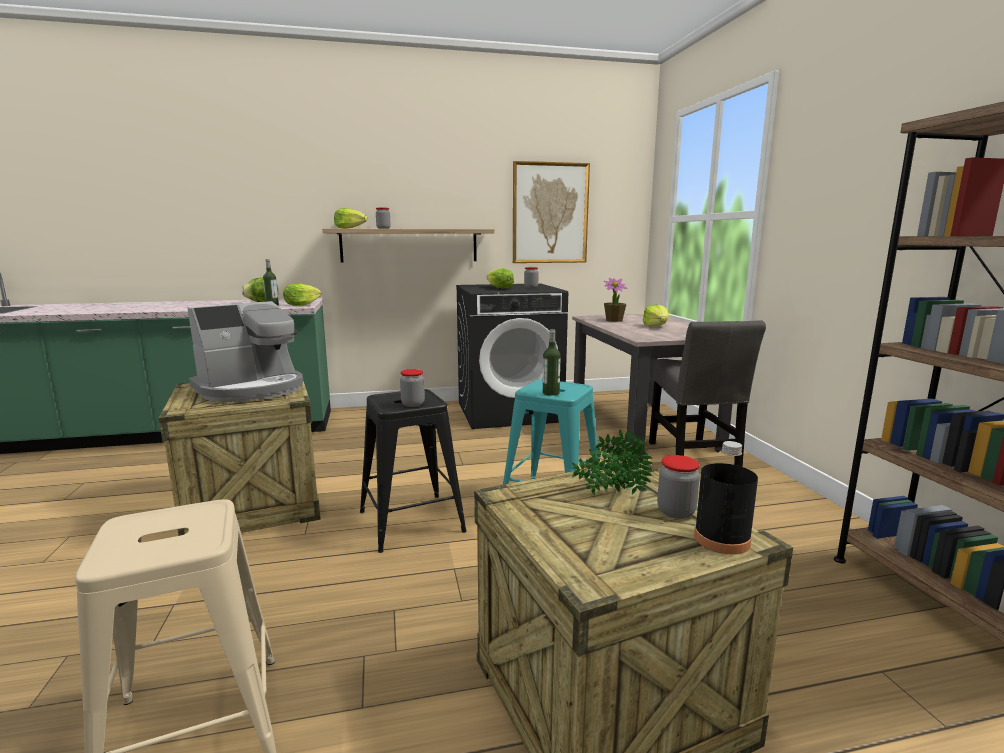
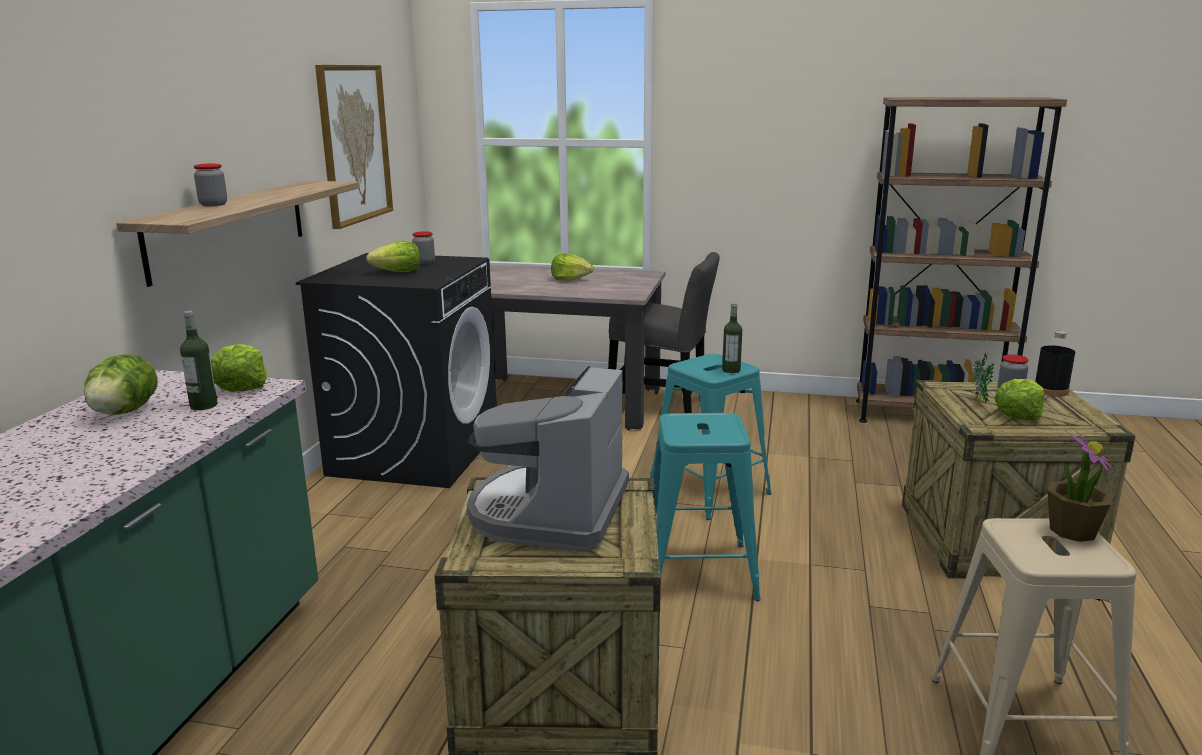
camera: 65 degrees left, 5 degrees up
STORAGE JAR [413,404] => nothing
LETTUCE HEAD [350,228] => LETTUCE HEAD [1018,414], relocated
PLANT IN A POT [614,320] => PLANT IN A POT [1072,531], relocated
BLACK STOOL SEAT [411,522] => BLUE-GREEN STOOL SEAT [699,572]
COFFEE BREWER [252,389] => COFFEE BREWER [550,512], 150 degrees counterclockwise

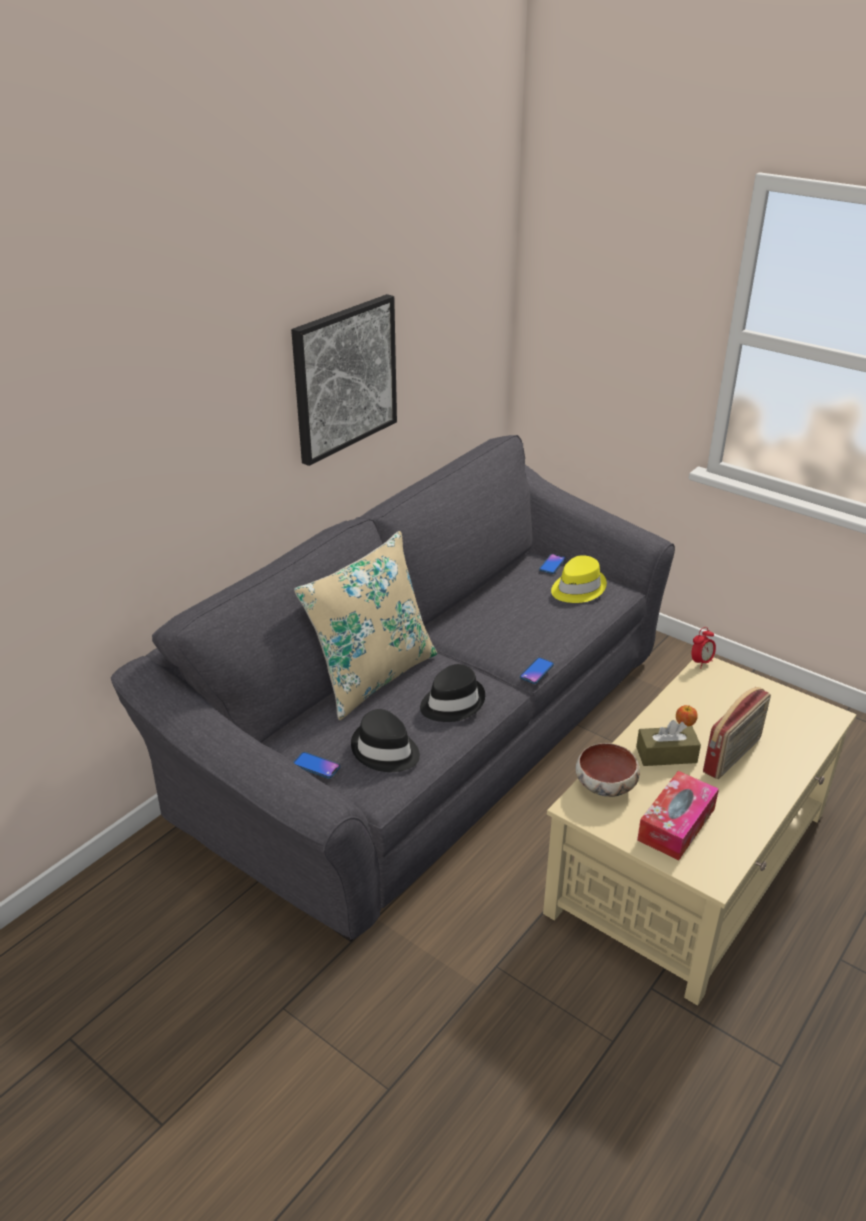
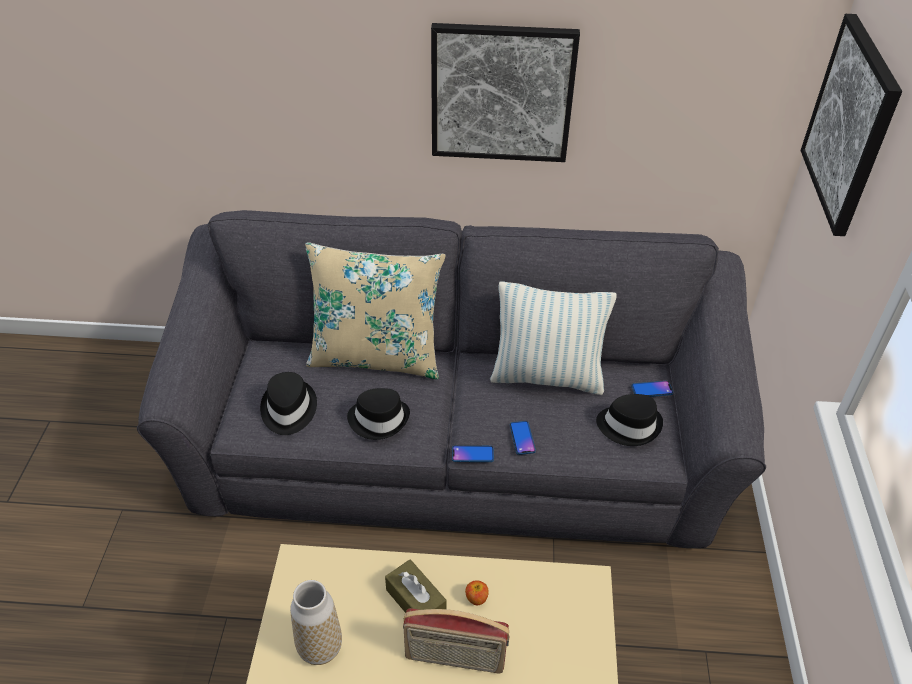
camera: 55 degrees right, 10 degrees up
DEEP DISH [605,786] => nothing
ALARM CLOCK [701,662] => nothing
nothing => CUSHION [547,377]
nothing => PICTURE [850,124]
PHONE [316,766] => PHONE [522,438], relocated
TISSUE HOLDER [676,824] => FLOWER VASE [320,648]
YELLOW-COLOURED HAT [577,588] => BLACK HAT [629,425]

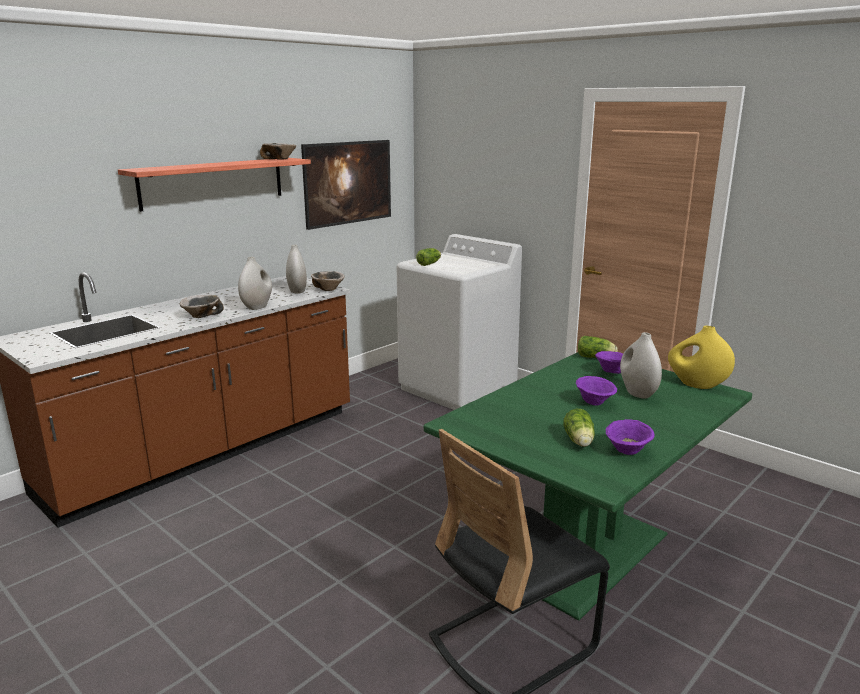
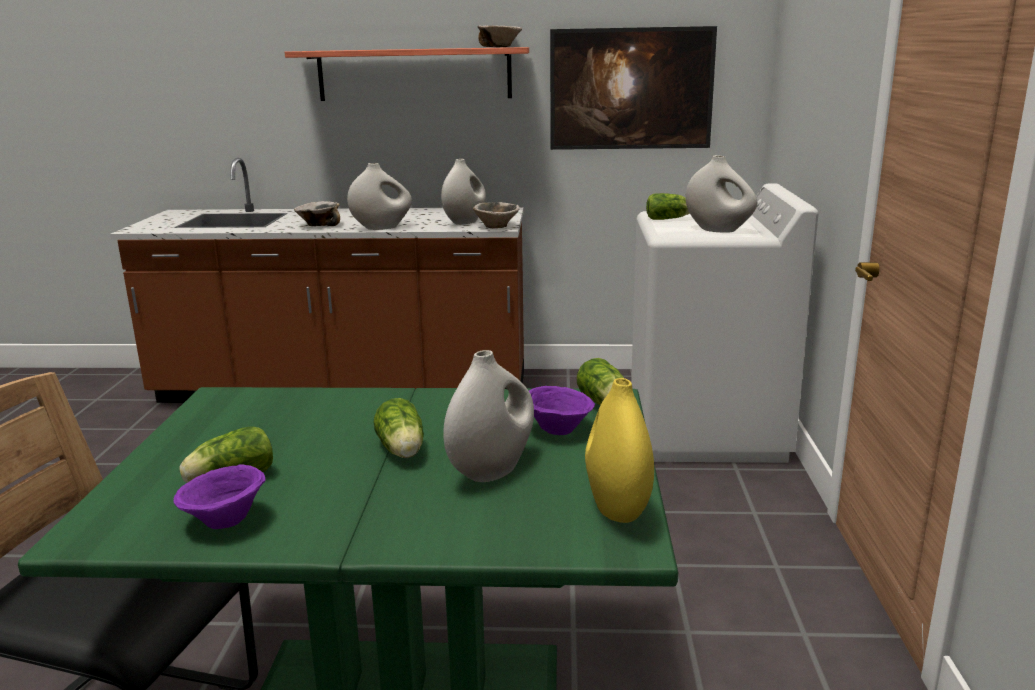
camera: 50 degrees right, 0 degrees up
nothing => WHITE FLOWER VASE [718,230]
PURPLISH DEEP DISH [594,402] => LETTUCE HEAD [402,451]

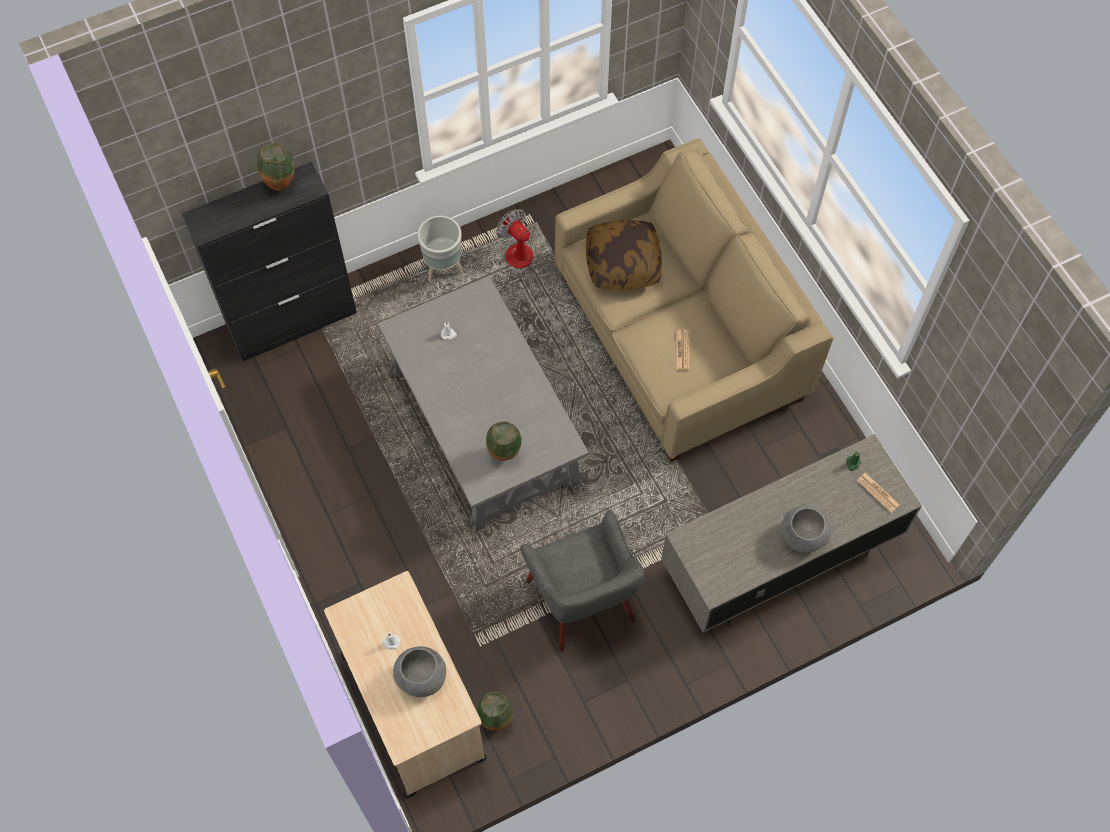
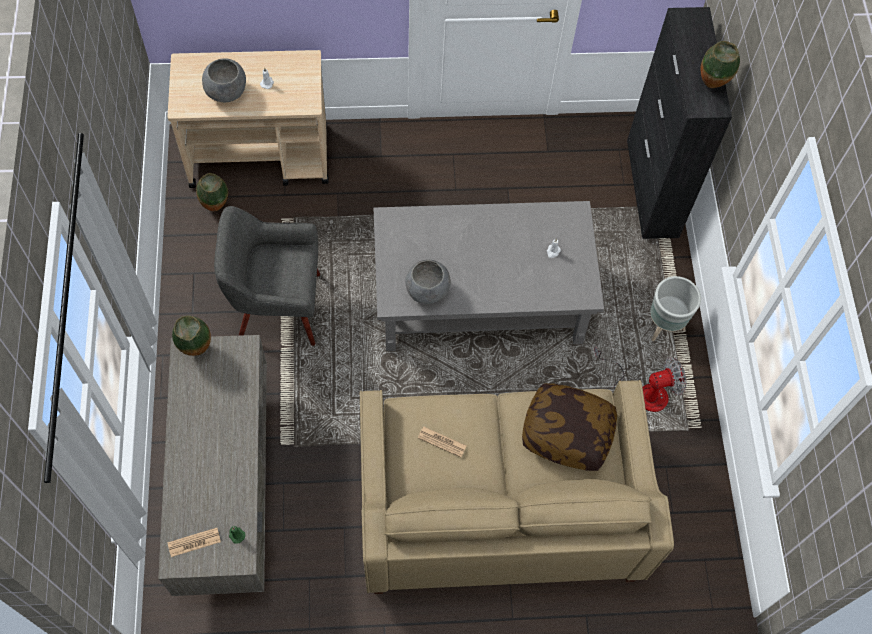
camera: 110 degrees right, 0 degrees up
FLOWER VASE [504,454] => FLOWER VASE [197,350], relocated
GREY DEEP DISH [802,536] => GREY DEEP DISH [427,291], relocated

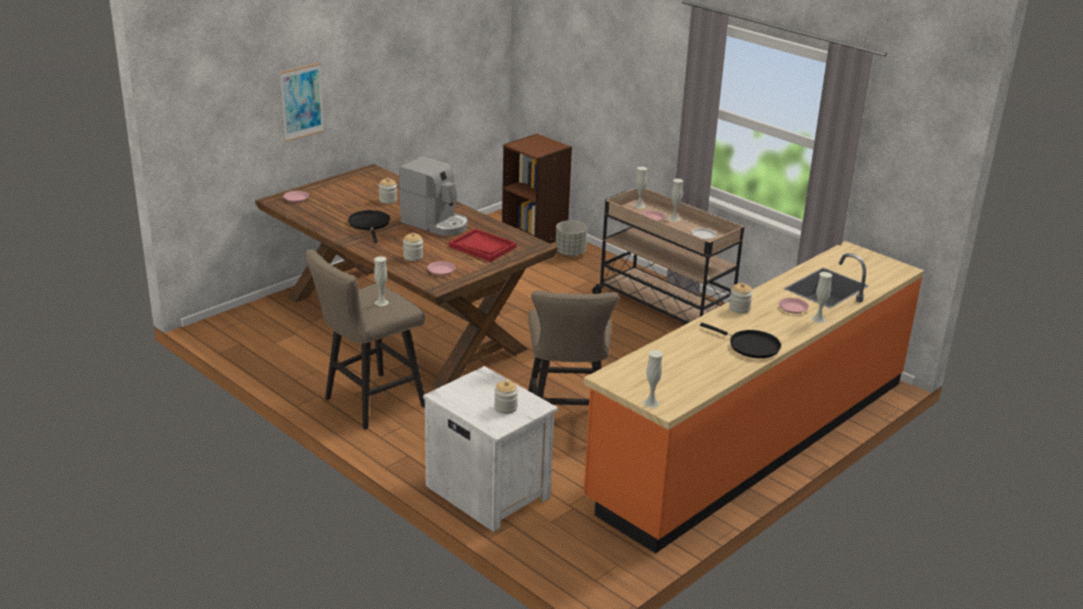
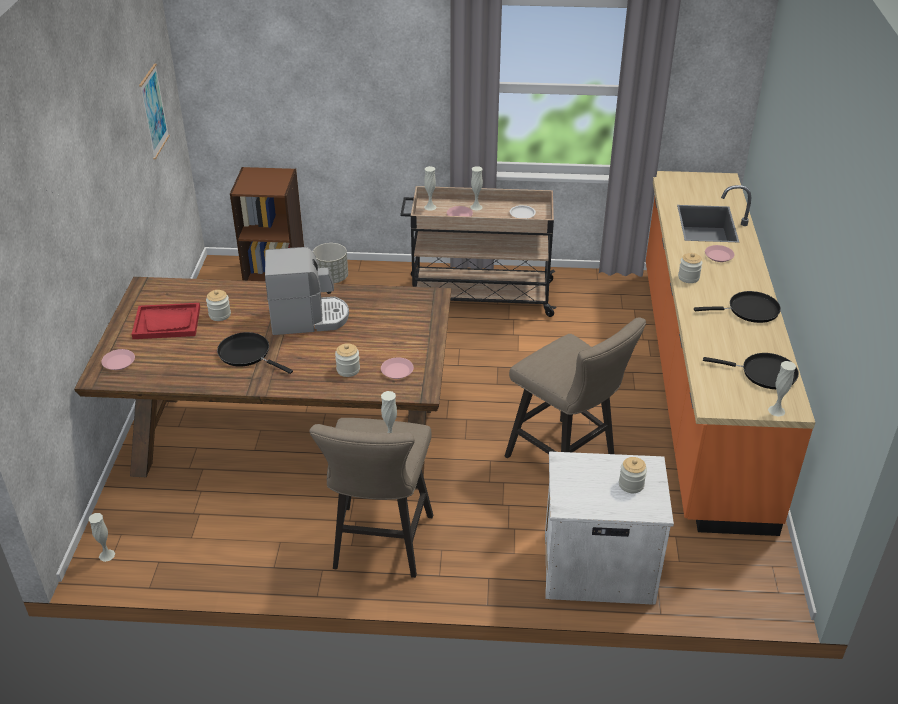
camera: 40 degrees left, 10 degrees up
nothing => BLACK SKILLET [764,373]
PICTURE [301,102] => PICTURE [153,111], relocated
REDDISH SERVING TRAY [483,247] => REDDISH SERVING TRAY [167,323], relocated
WHITE FLOWER VASE [818,319] => WHITE FLOWER VASE [107,555], relocated

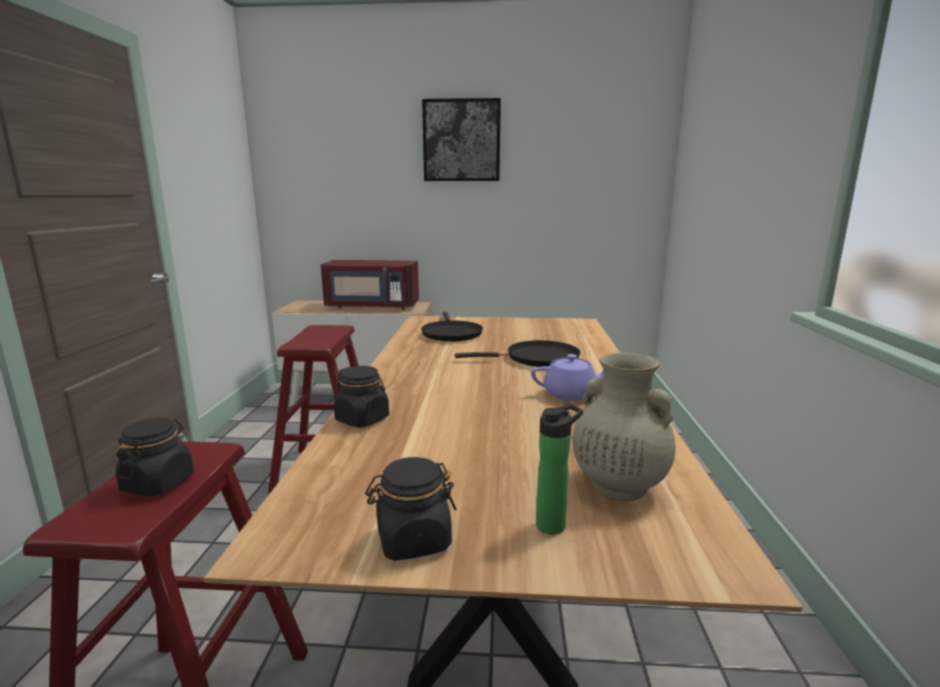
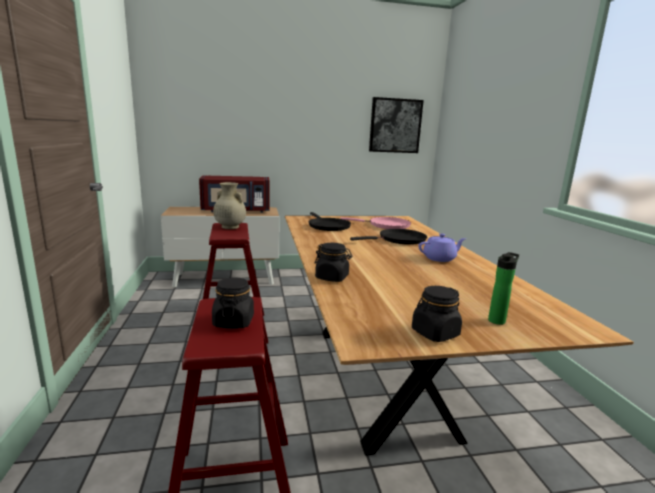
camera: 15 degrees left, 0 degrees up
nothing => PINK SKILLET [386,225]
PICTURE [461,141] => PICTURE [395,126], relocated
BEIGE-COLOURED FLOWER VASE [617,486] => BEIGE-COLOURED FLOWER VASE [229,227], relocated

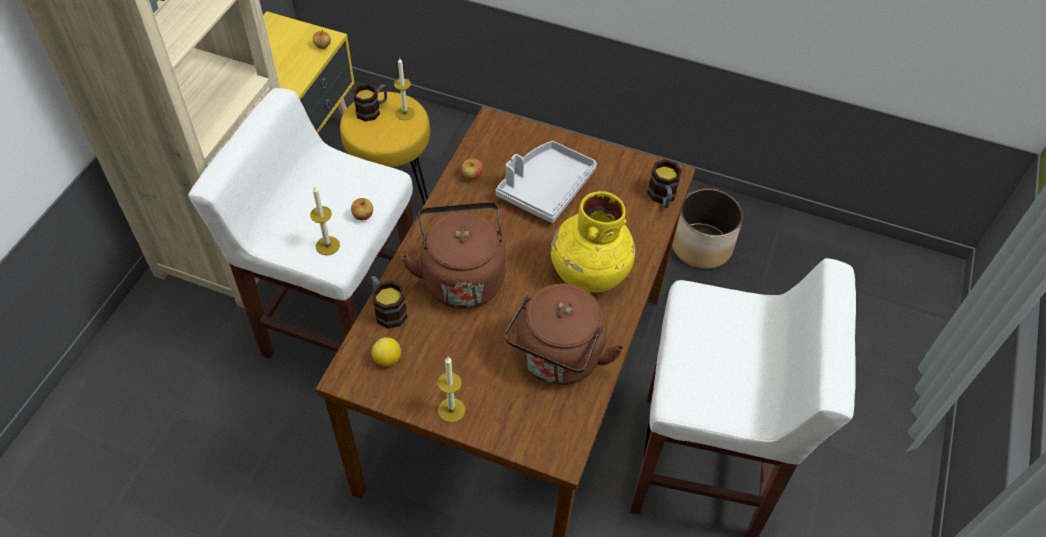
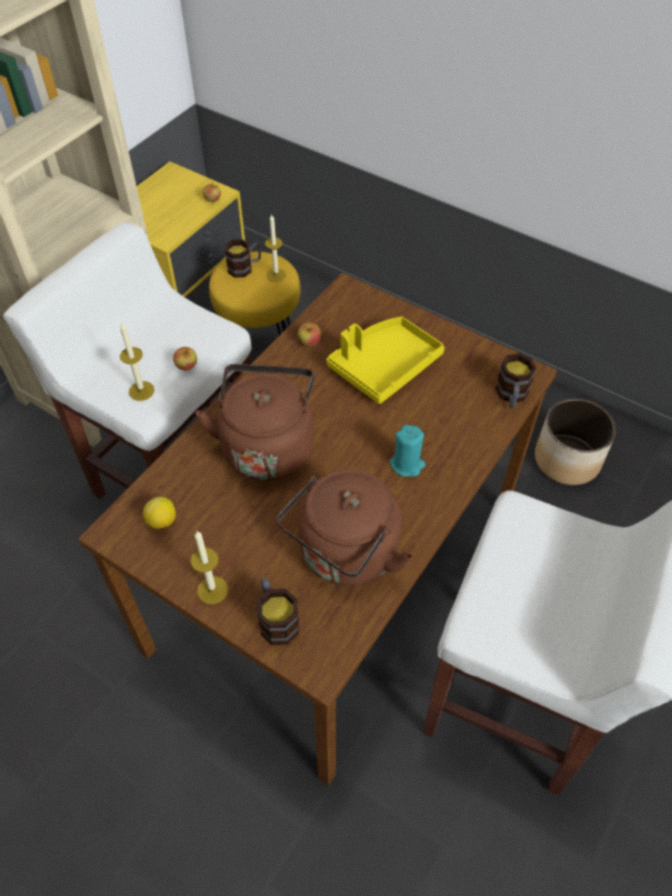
camera: 15 degrees right, 0 degrees up
COFFEE MUG [387,310] => COFFEE MUG [276,619], relocated
YELLOW-COLOURED FLOWER VASE [589,272] => BLUE-GREEN WAX LIGHT [407,464]
GREY SERVING TRAY [545,188] => YELLOW-COLOURED SERVING TRAY [384,366]

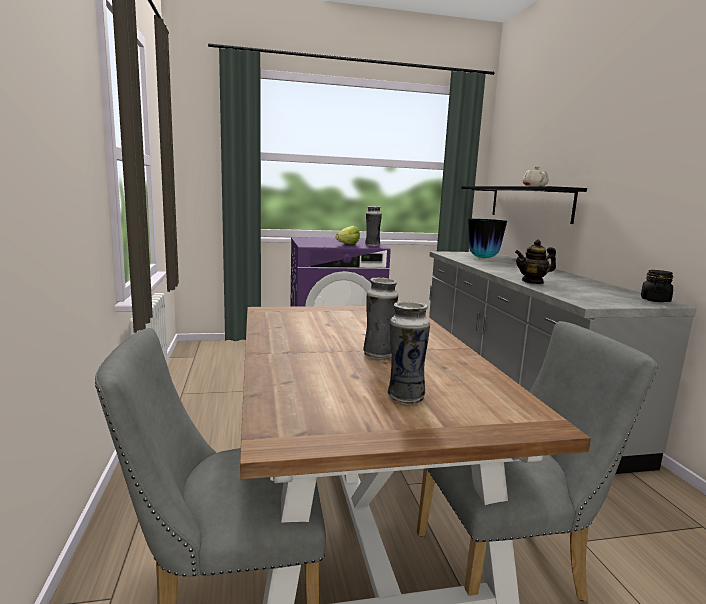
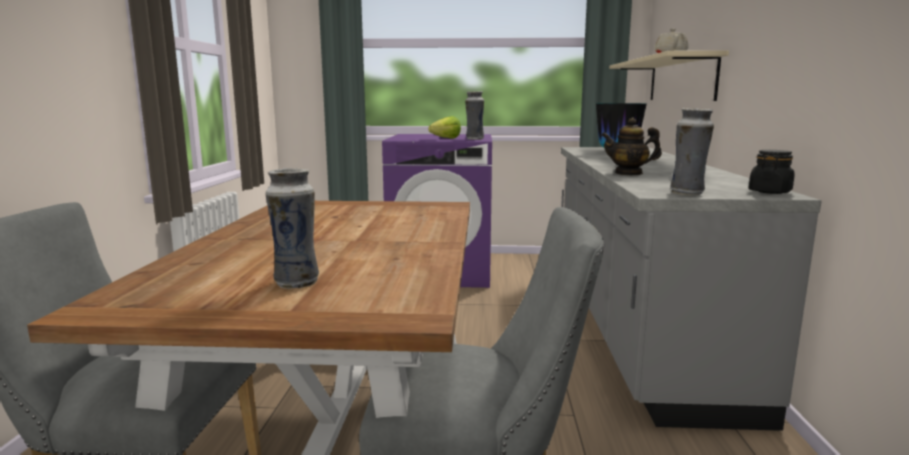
camera: 15 degrees right, 0 degrees up
FLOWER VASE [378,355] => FLOWER VASE [688,193], relocated
BLACK SHELF [529,203] => BEIGE-COLOURED SHELF [680,79]

